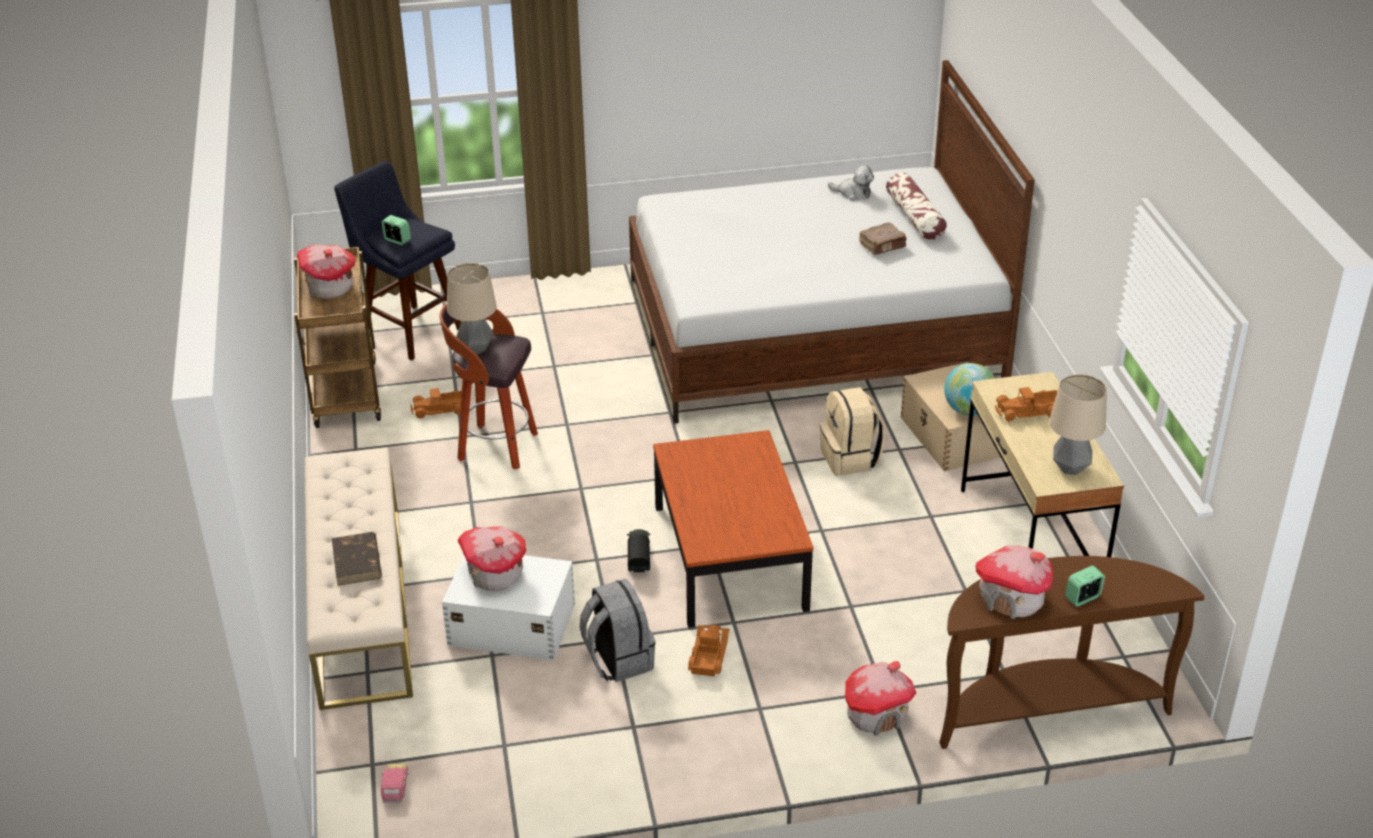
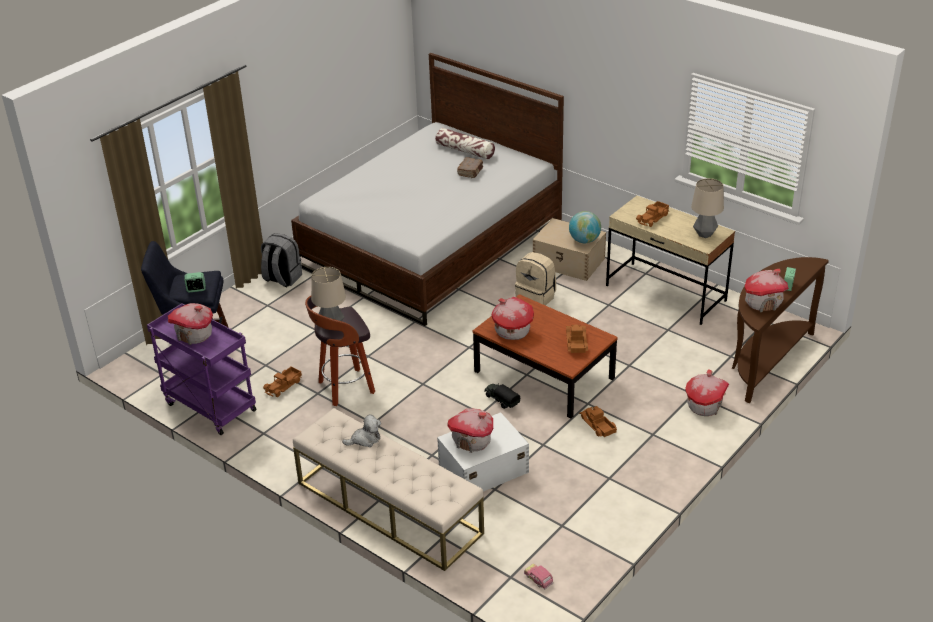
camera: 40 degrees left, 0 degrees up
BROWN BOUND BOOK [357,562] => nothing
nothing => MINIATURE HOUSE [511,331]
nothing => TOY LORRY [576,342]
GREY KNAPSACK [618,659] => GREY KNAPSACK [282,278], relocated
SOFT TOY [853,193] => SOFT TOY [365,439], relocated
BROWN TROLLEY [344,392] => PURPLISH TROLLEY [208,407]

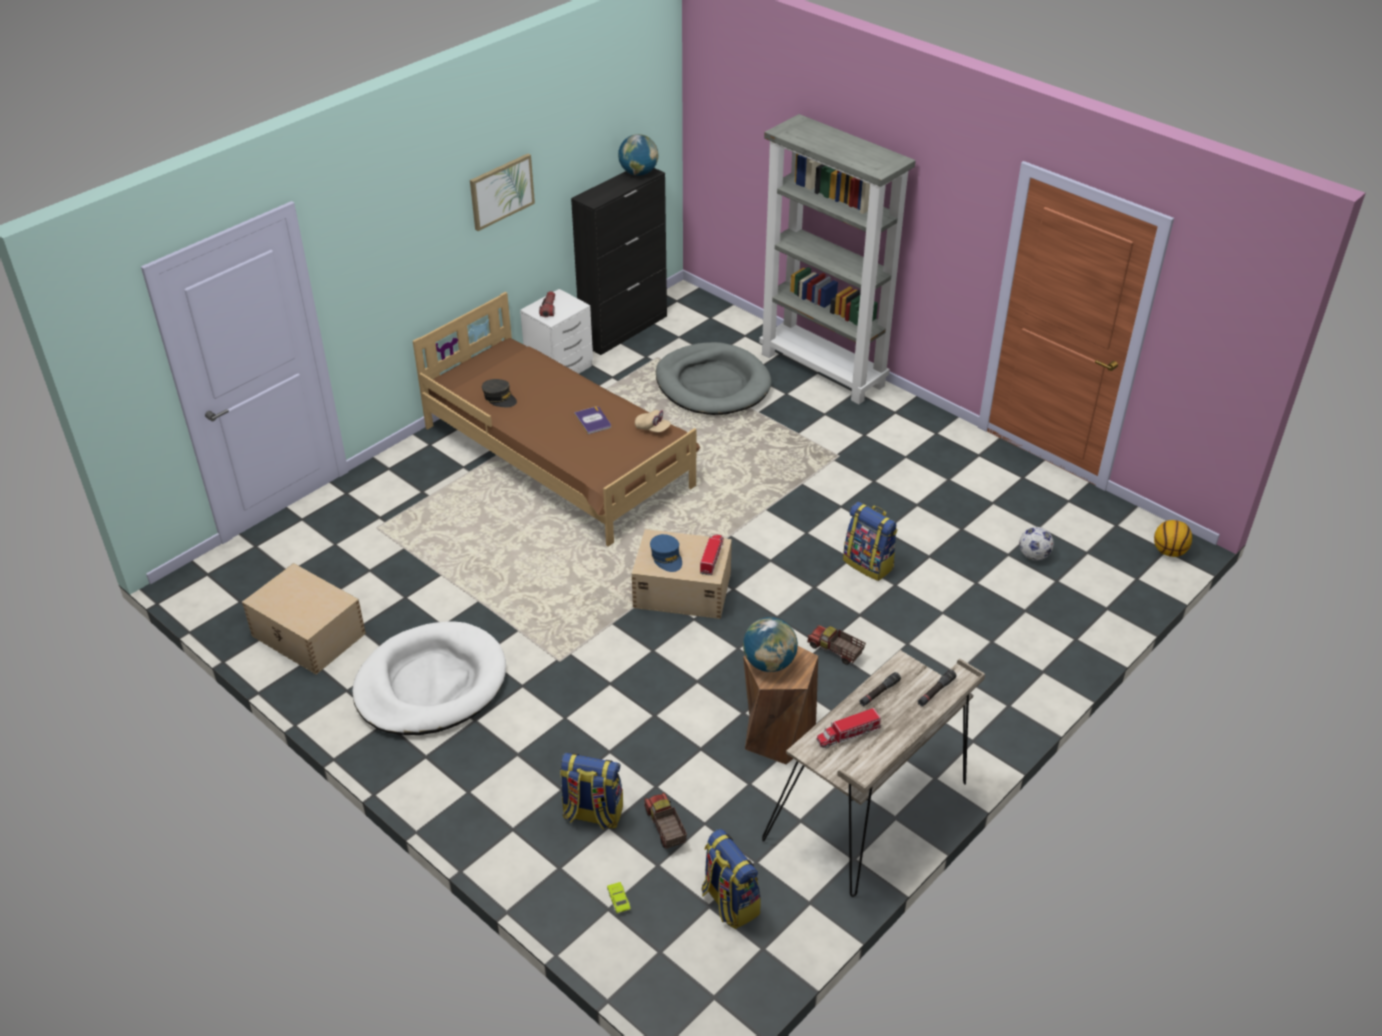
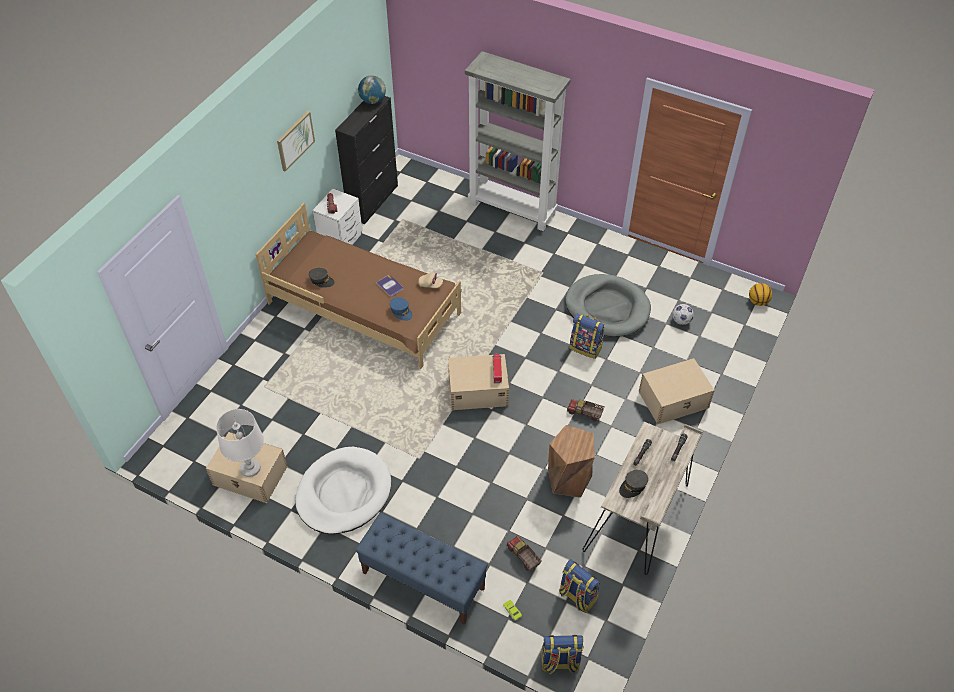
camera: 15 degrees left, 10 degrees up
GLOBE [769,663] => nothing
nothing => WHITE TABLE LAMP [250,468]
nothing => BLUE-COLOURED LONG SEAT [423,580]
nothing => BEIGE-COLOURED STORAGE BOX [674,400]
KNAPSACK [592,814] => KNAPSACK [559,662], relocated
BLUE-COLOURED BASEBALL CAP [666,558] => BLUE-COLOURED BASEBALL CAP [401,311], relocated
GREY DOG CUSHION [712,384] => GREY DOG CUSHION [607,308], relocated
TOY LORRY [848,734] => GREY BASEBALL CAP [633,486]

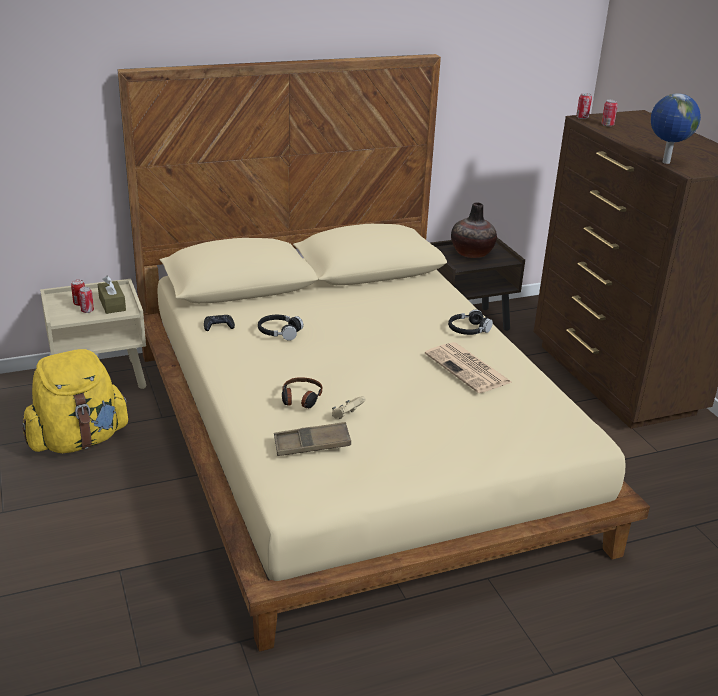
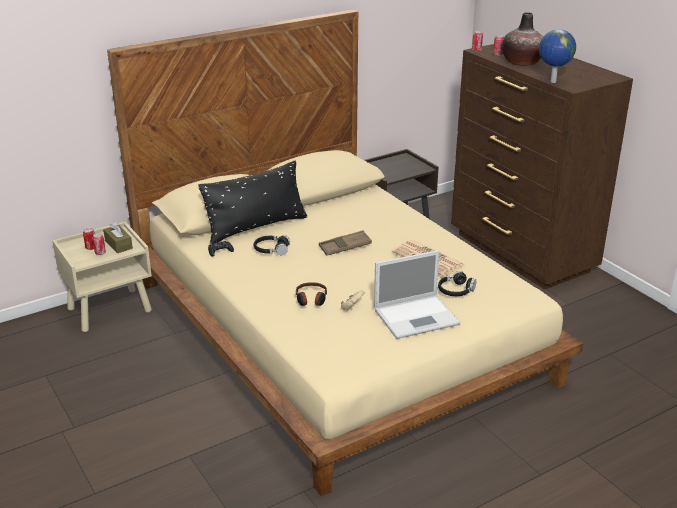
camera: 10 degrees left, 0 degrees up
YELLOW-COLOURED KNAPSACK [79,440] => nothing
nothing => BLACK CUSHION [256,227]
nothing => NOTEBOOK COMPUTER [417,316]
BROWN SERVING TRAY [312,444] => BROWN SERVING TRAY [345,247], relocated
BLACK HEADSET [468,330] => BLACK HEADSET [456,290], relocated
FLOWER VASE [472,253] => FLOWER VASE [522,62], relocated

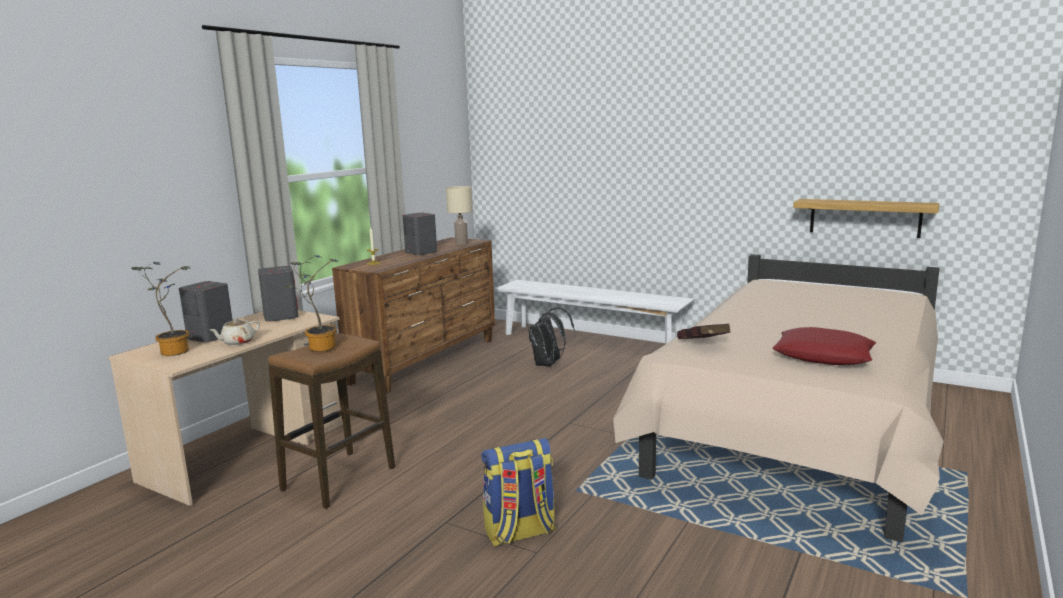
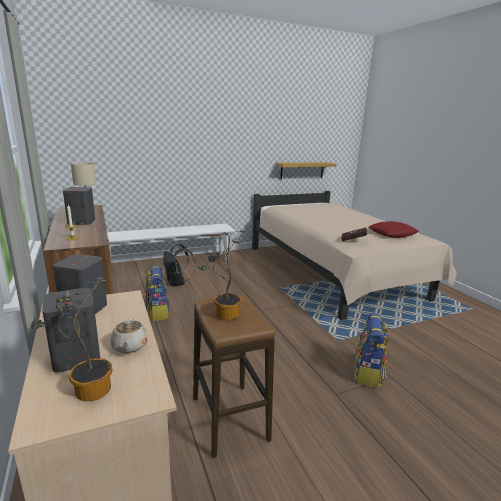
camera: 55 degrees left, 5 degrees up
nothing => KNAPSACK [157,313]

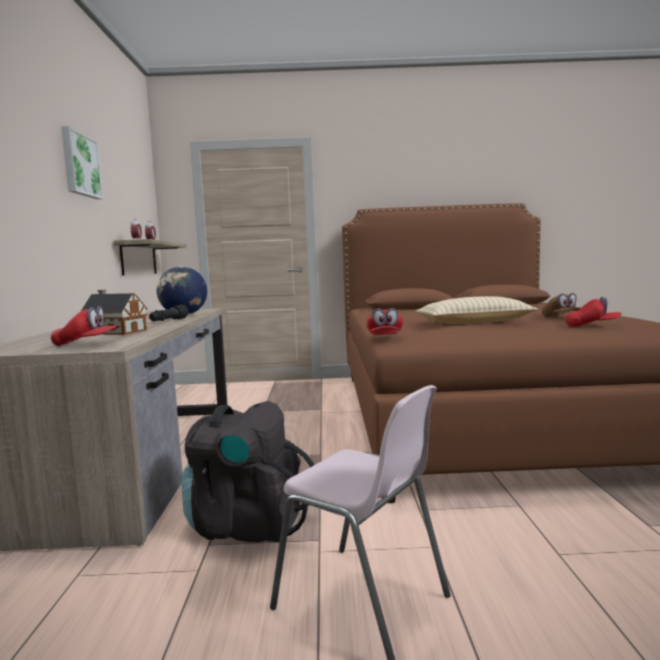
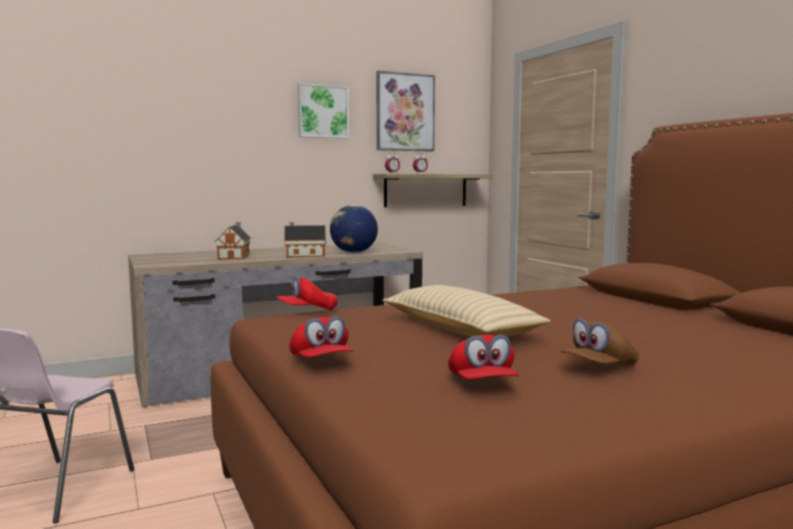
camera: 65 degrees right, 0 degrees up
BLACK KNAPSACK [247,524] => nothing
nothing => PICTURE [405,112]
REDDISH BASEBALL CAP [87,344] => REDDISH BASEBALL CAP [321,362], relocated
BLACK FLASHLIGHT [168,321] => MINIATURE HOUSE [304,255]

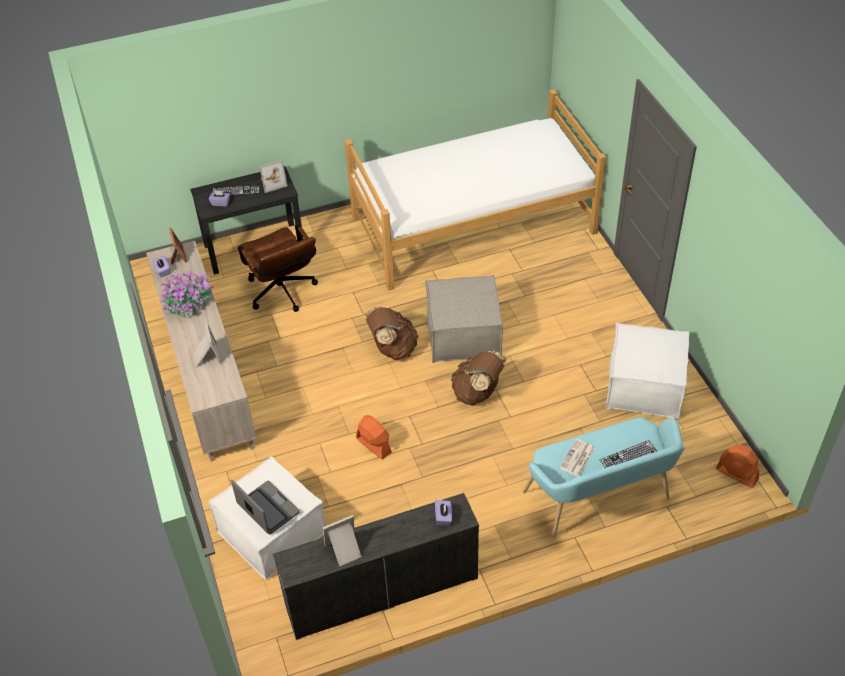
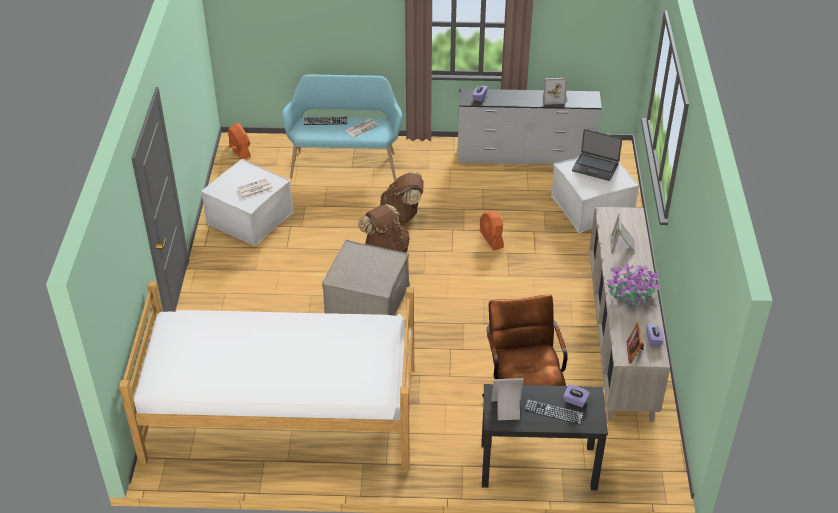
camera: 160 degrees left, 5 degrees down
nothing => DAILY PAPER [254,189]
BROWN KNAPSACK [392,348] => BROWN KNAPSACK [402,215], relocated
NOTEBOOK COMPUTER [267,509] => NOTEBOOK COMPUTER [595,167], 45 degrees counterclockwise

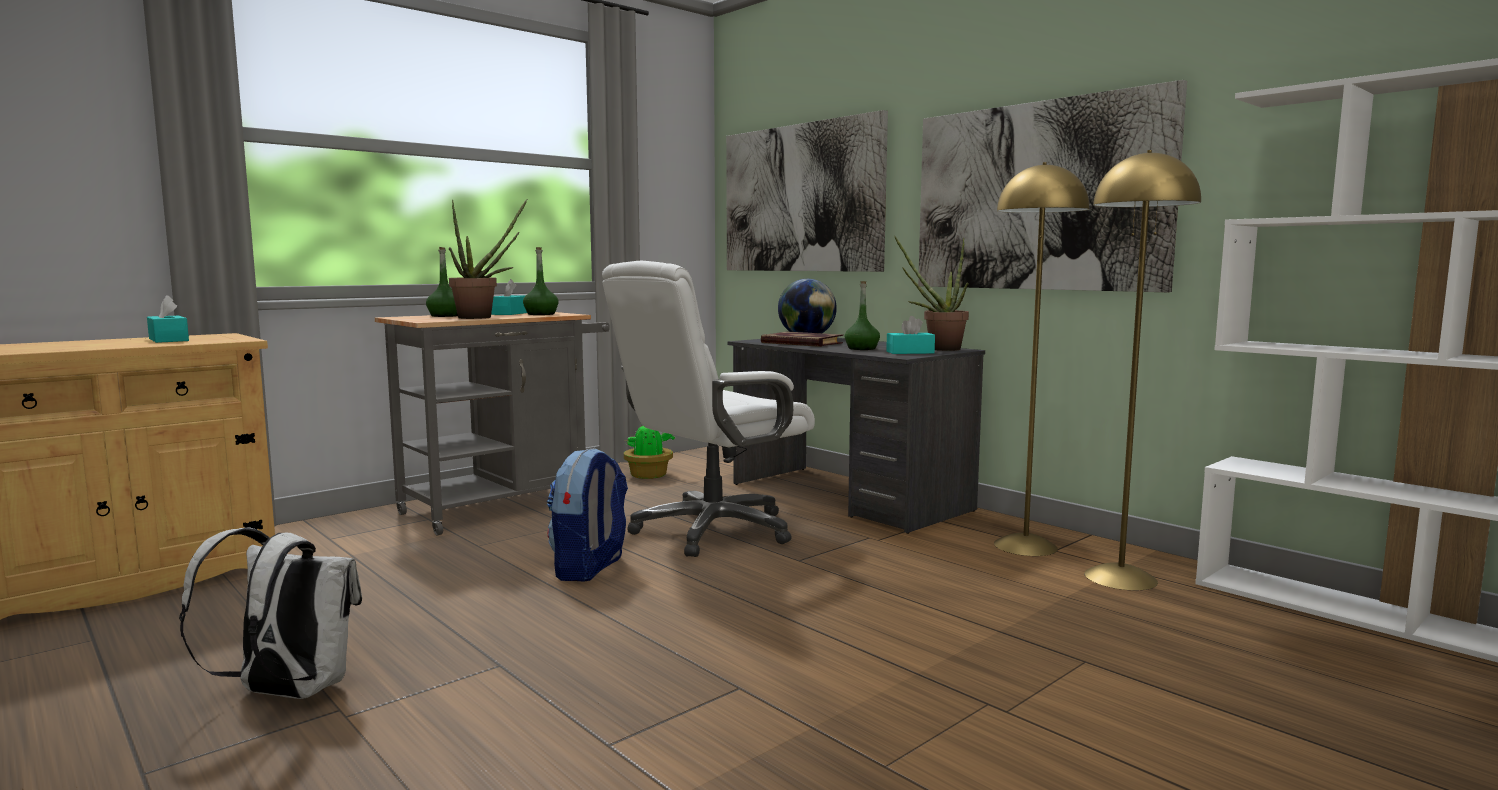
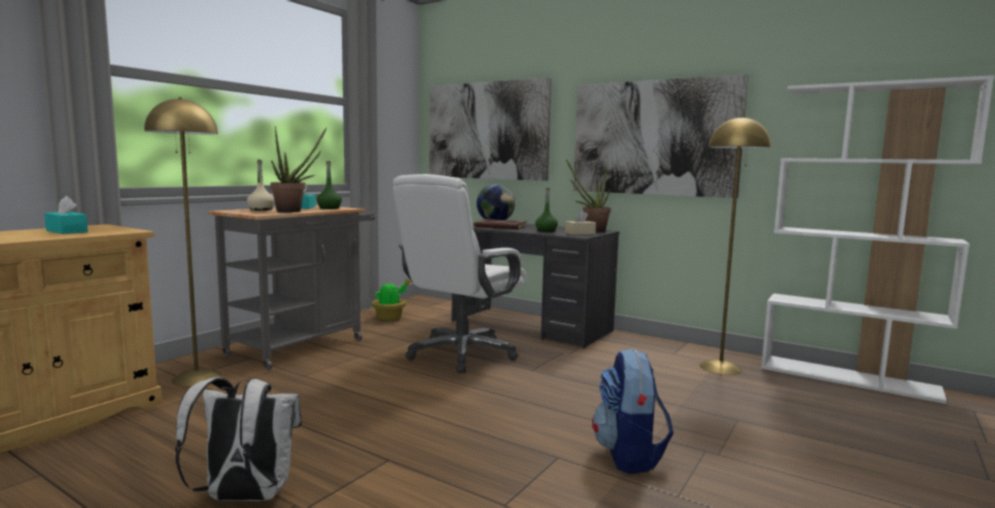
camera: 15 degrees left, 0 degrees up
KNAPSACK [590,569] => KNAPSACK [629,456], relocated
YELLOW-COLOURED FLOOR LAMP [1025,546] => YELLOW-COLOURED FLOOR LAMP [197,377], relocated
GREENISH BEVERAGE BOTTLE [445,316] => BEIGE-COLOURED BEVERAGE BOTTLE [261,209]
BLUE-GREEN TISSUE HOLDER [910,352] => BEIGE-COLOURED TISSUE HOLDER [580,233]

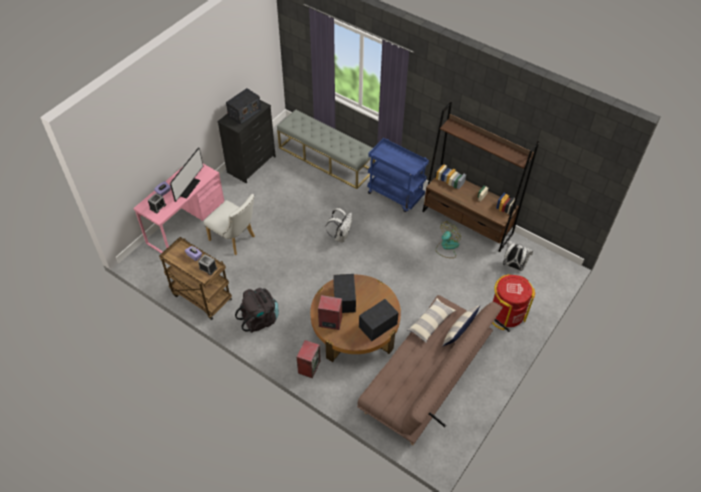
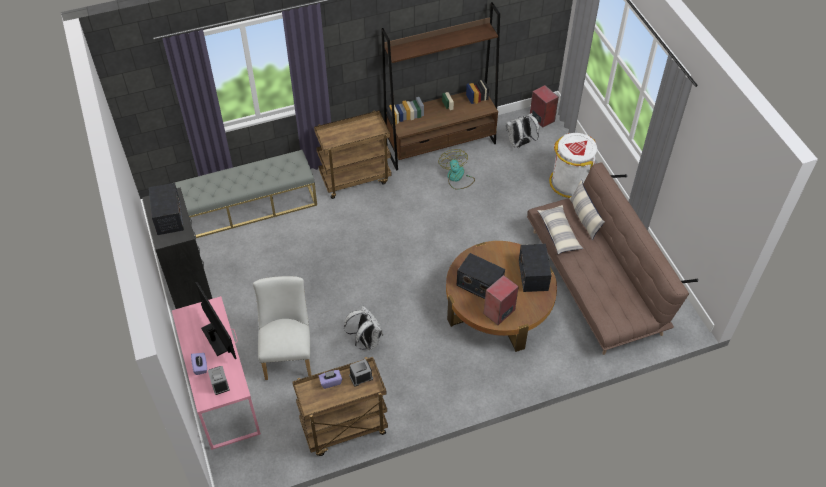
camera: 55 degrees left, 0 degrees up
BLACK KNAPSACK [260,319] => nothing
SPEAKER [309,367] => SPEAKER [541,118], relocated
WHITE KNAPSACK [340,236] => WHITE KNAPSACK [366,341], relocated
BLUE-COLOURED TROLLEY [396,195] => BROWN TROLLEY [355,178]
REDDISH WASTE BIN [506,314] => WHITE WASTE BIN [570,182]
WHITE PLAIN CHAIR [235,239] => WHITE PLAIN CHAIR [288,353], 75 degrees counterclockwise

